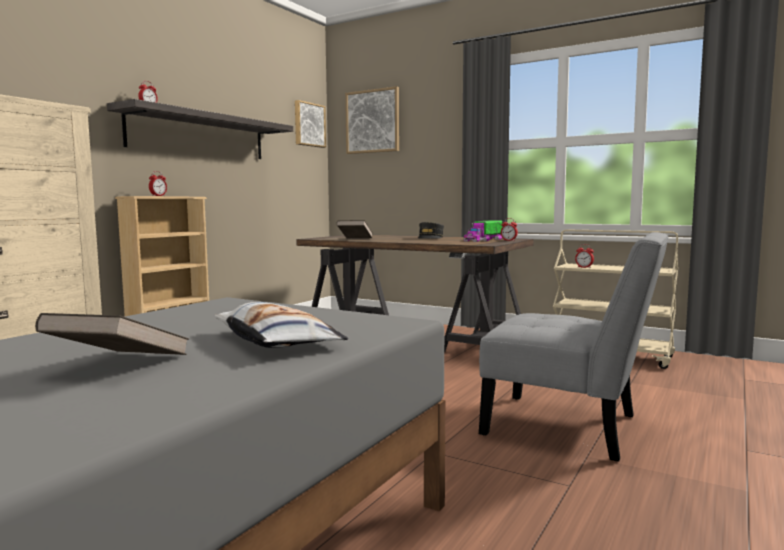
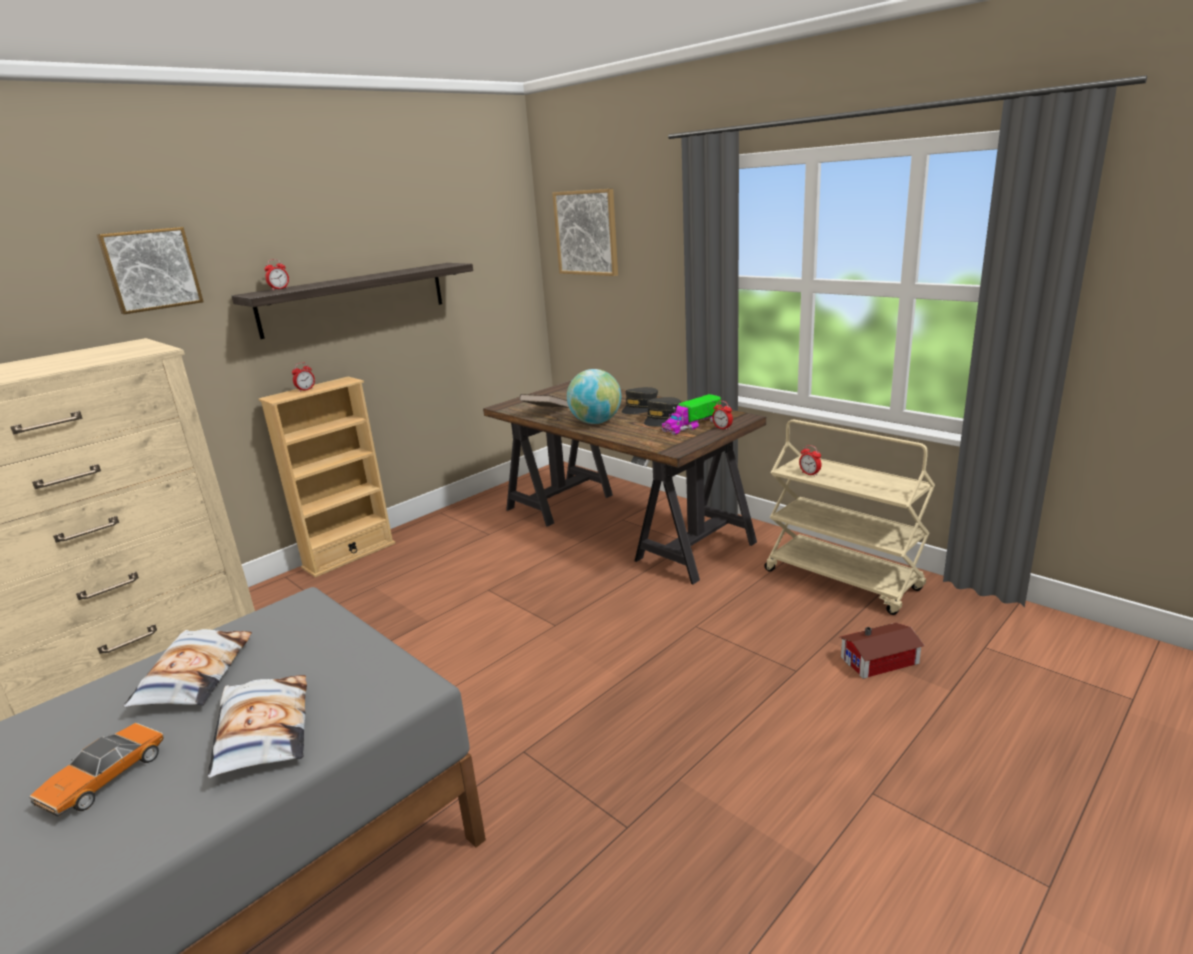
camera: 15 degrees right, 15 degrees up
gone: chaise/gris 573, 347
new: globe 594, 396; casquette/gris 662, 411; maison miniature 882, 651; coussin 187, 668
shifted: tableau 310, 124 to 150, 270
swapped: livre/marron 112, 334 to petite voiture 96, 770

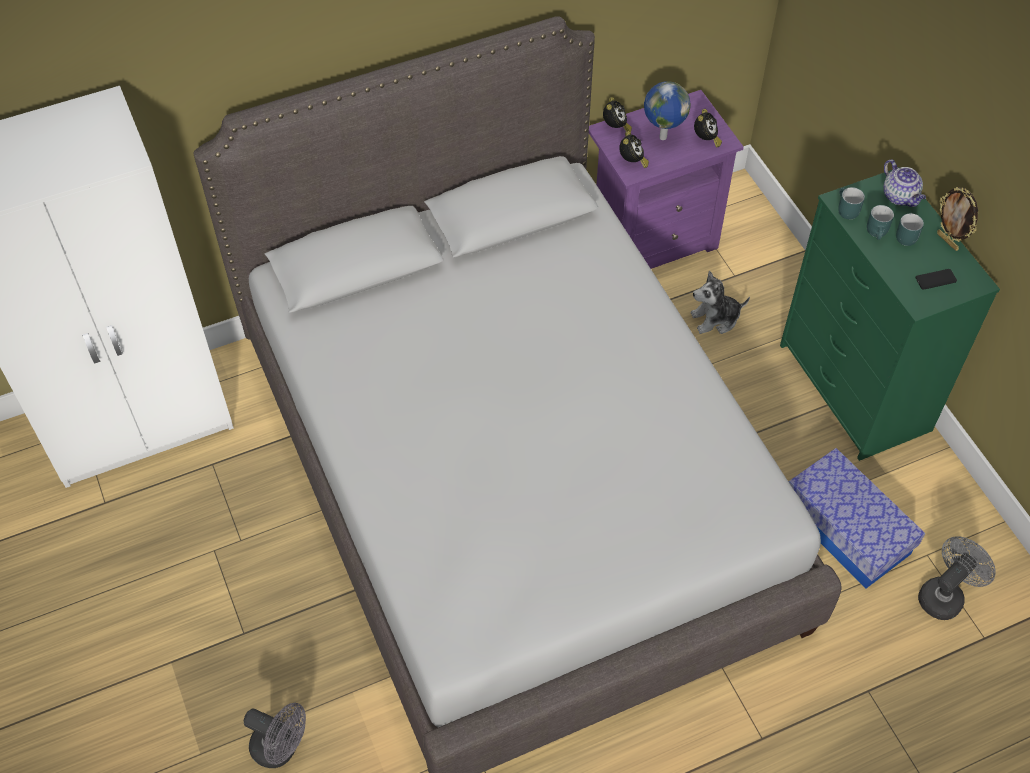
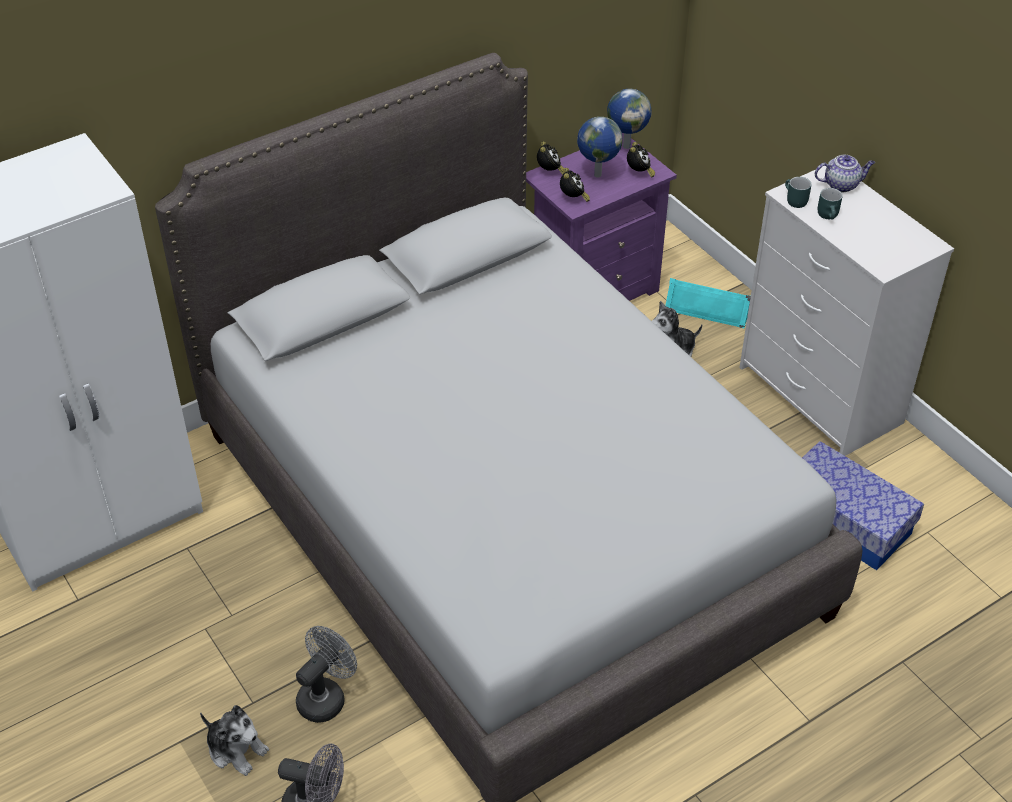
camera: 10 degrees left, 10 degrees down
gone: cadre photo 957, 219; mug/turquoise 910, 229; téléphone 936, 279
new: globe 629, 119; enceinte/turquoise 708, 303; peluche 234, 740
shifted: ventilateur/gris 957, 578 to 326, 674
repainted: commode/vert 890, 314 to commode/blanc 846, 311
rotated: théière 905, 183 = 845, 173 60 degrees counterclockwise

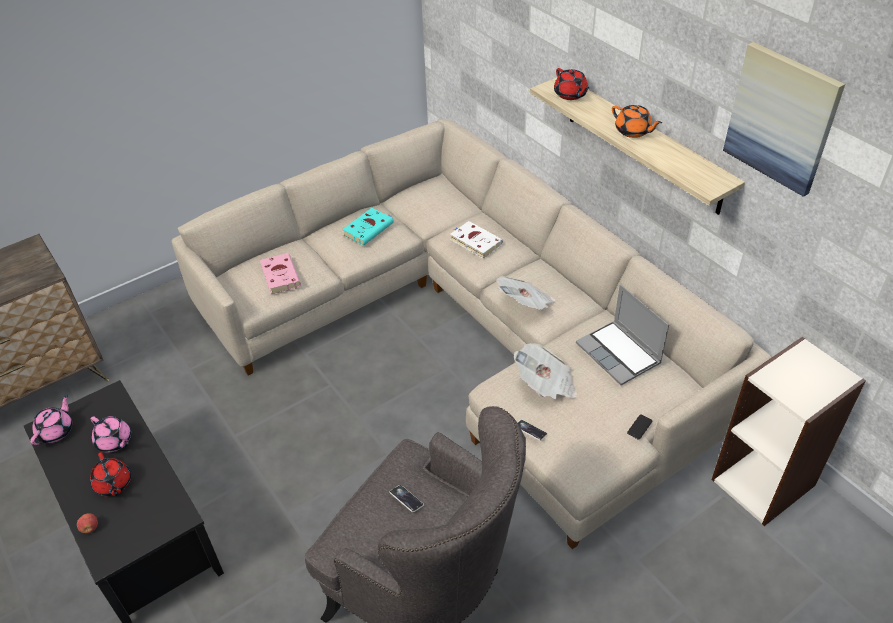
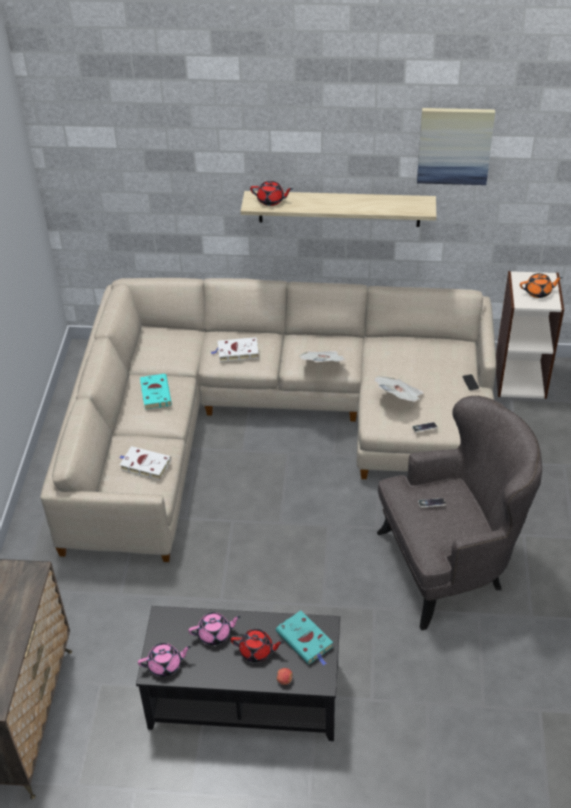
camera: 50 degrees left, 0 degrees up
gone: ordinateur portable 622, 334
new: livre/turquoise 304, 638
shifted: théière/orange 637, 121 to 541, 285
repainted: livre/rose 280, 273 to livre/blanc 145, 463
rotated: théière/rose 51, 420 = 164, 660 105 degrees clockwise

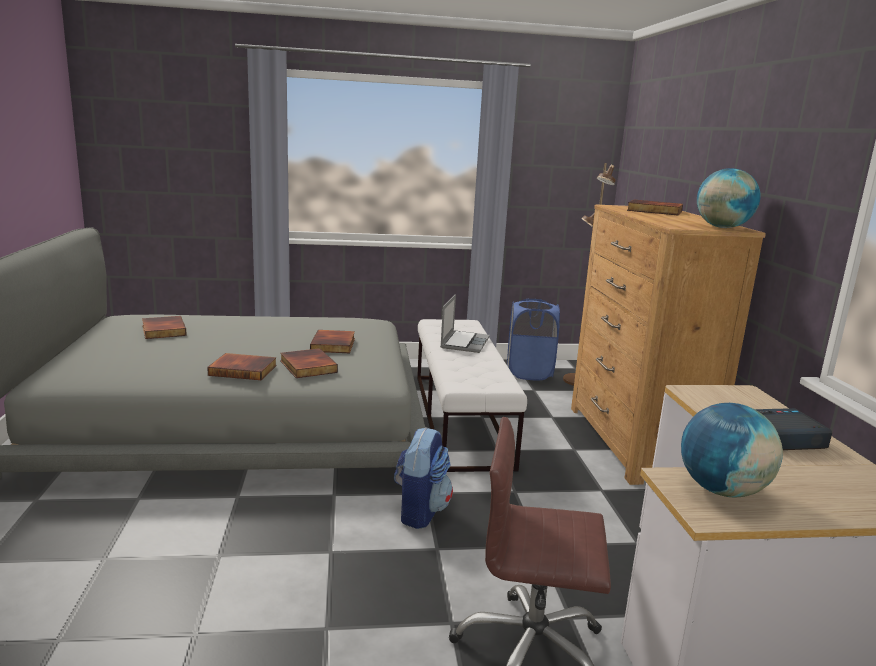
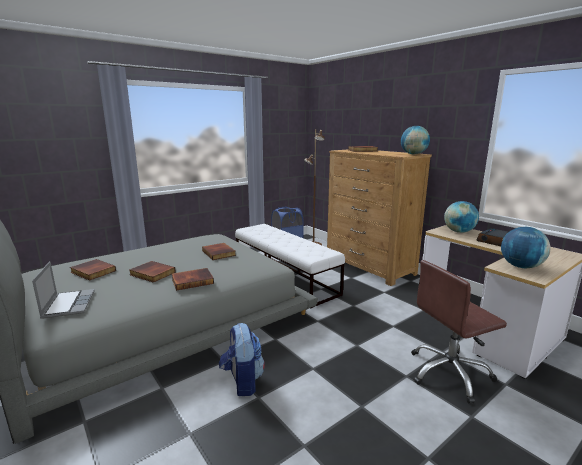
camera: 30 degrees left, 0 degrees up
new: globe 461, 217
shifted: ordinateur portable 465, 323 to 63, 290; livre 309, 363 to 152, 271; sac à dos 423, 478 to 242, 359

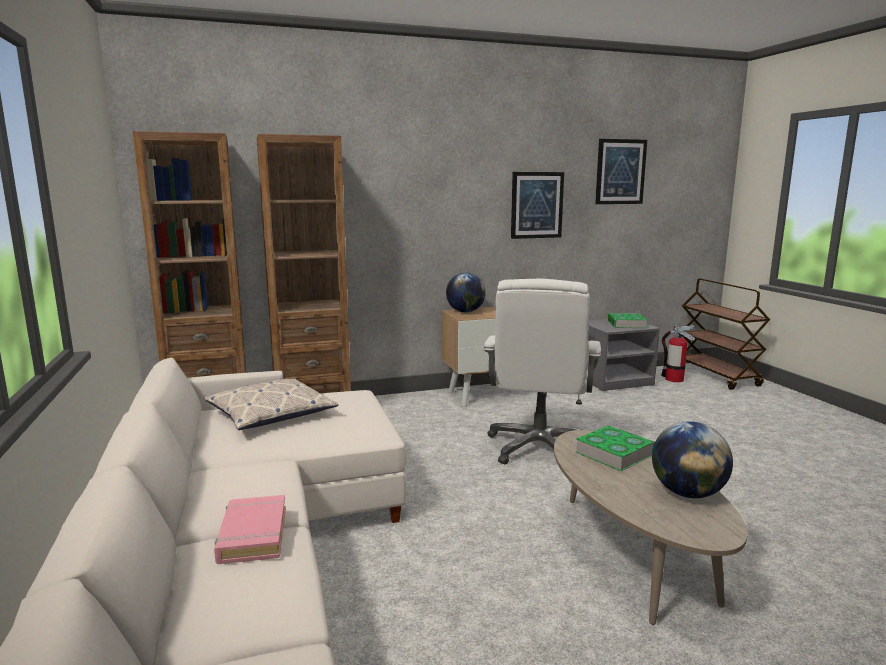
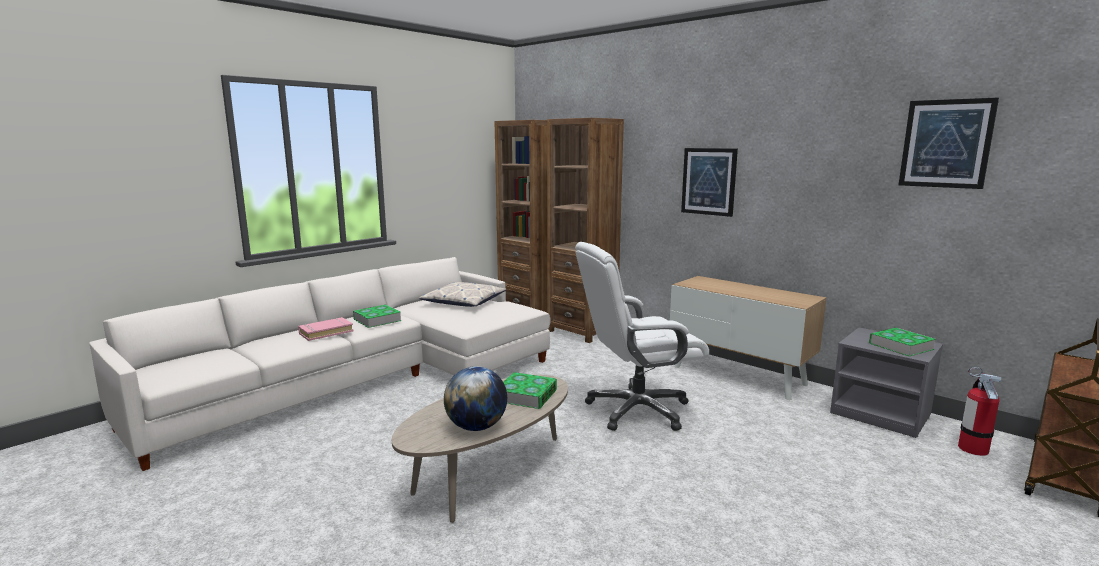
camera: 60 degrees right, 0 degrees up
gone: globe 466, 292
new: livre 377, 316
shifted: tableau 537, 205 to 709, 182

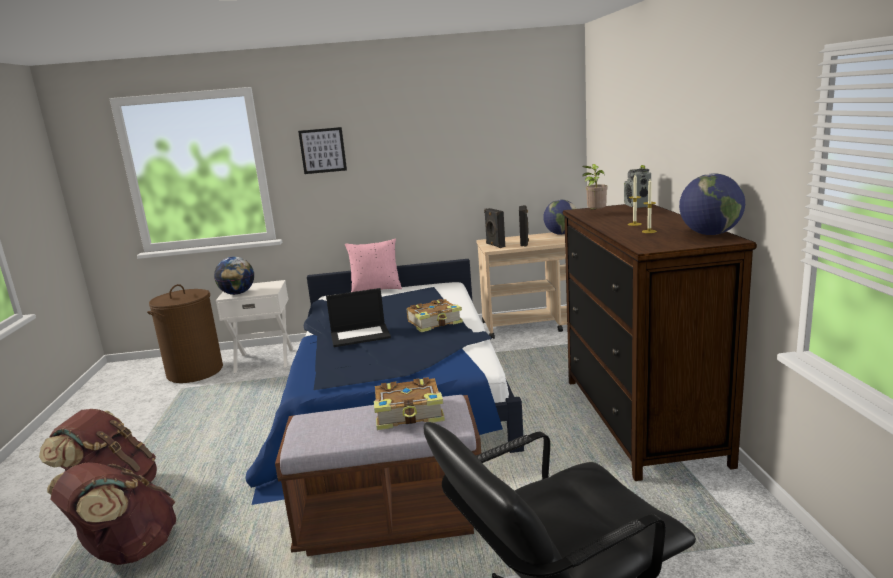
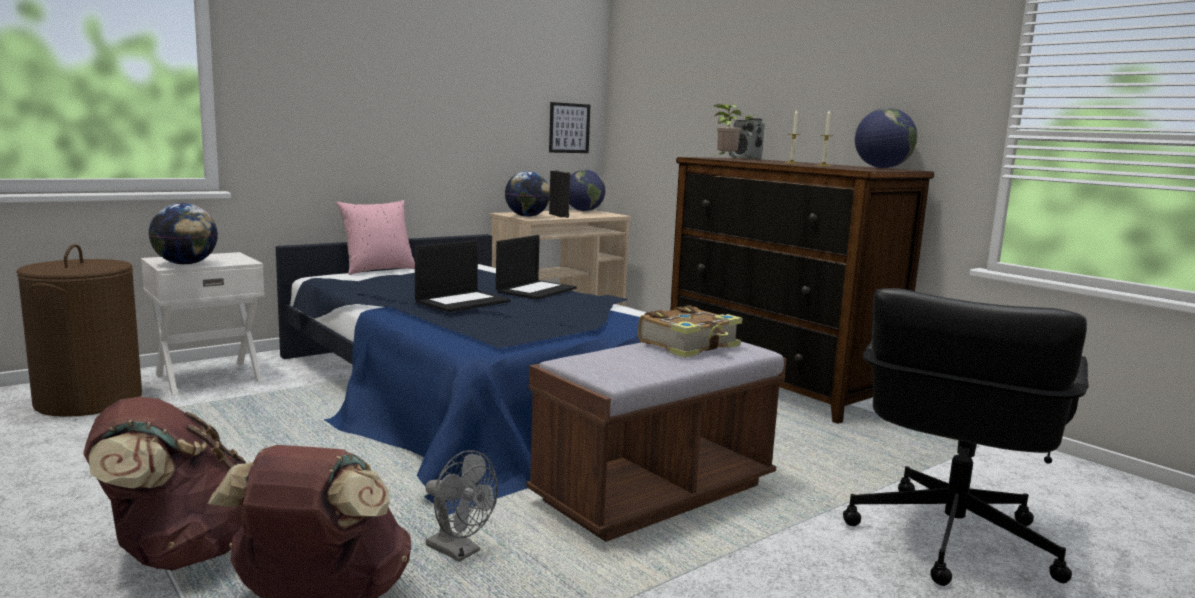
camera: 35 degrees left, 5 degrees down
new: ventilateur/gris 461, 506
shifted: tableau 322, 150 to 569, 127
swapped: enceinte/noir 494, 228 to globe 528, 194; livre 435, 315 to ordinateur portable 536, 267

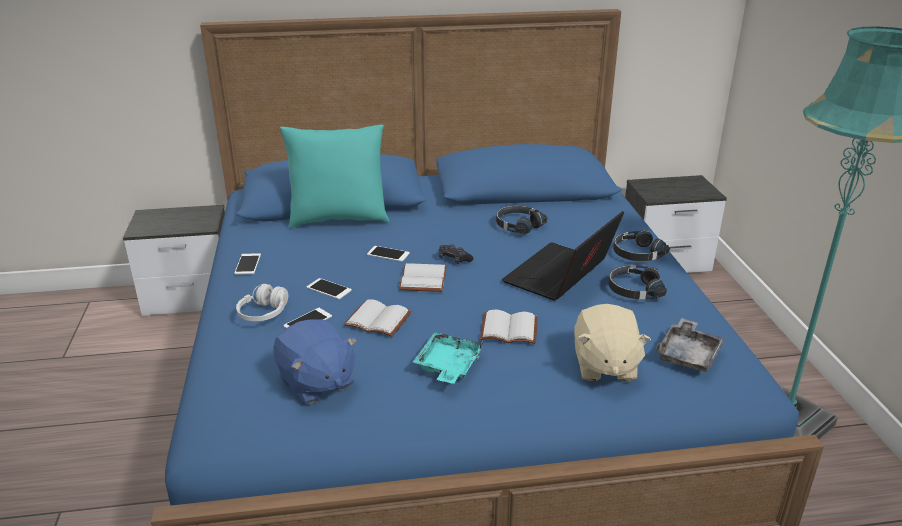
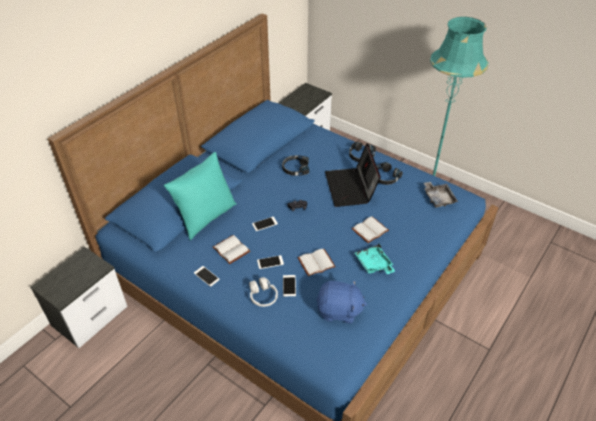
camera: 45 degrees left, 15 degrees up
gone: peluche/beige 612, 343
shifted: livre/blanc 423, 277 to 231, 249

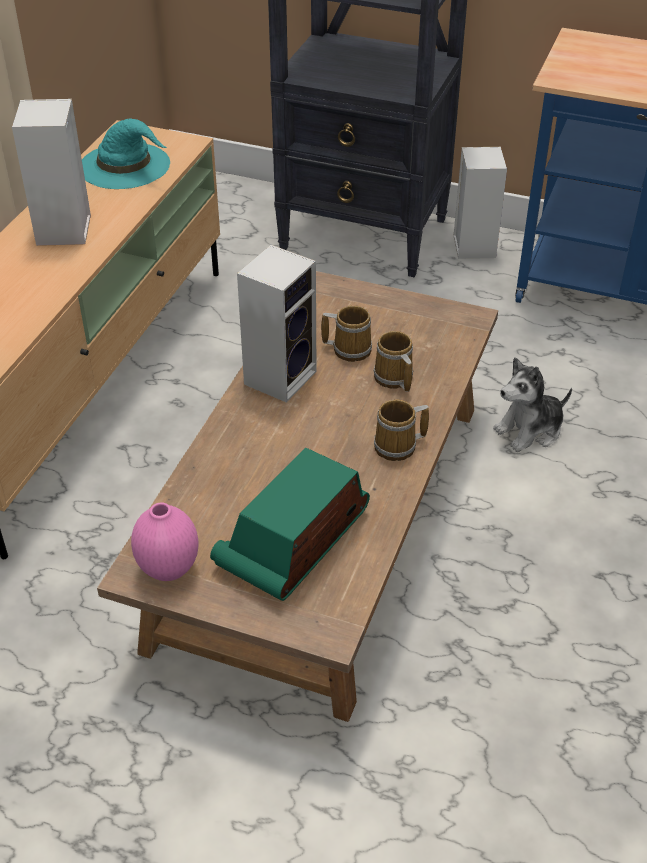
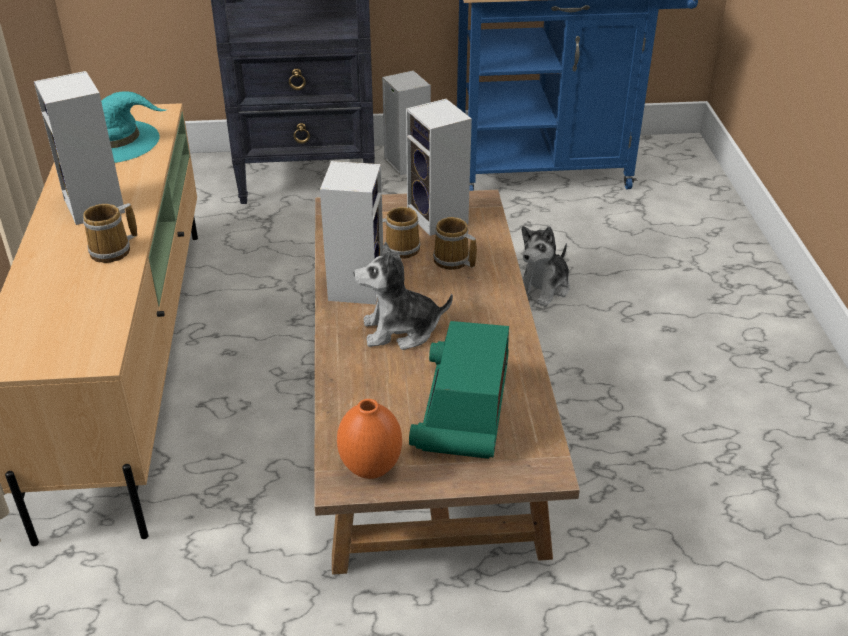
camera: 25 degrees left, 5 degrees down
new: enceinte 439, 167; peluche 403, 296
shifted: mug 401, 430 to 110, 233
repainted: vase/rose 165, 541 to vase/orange 369, 439

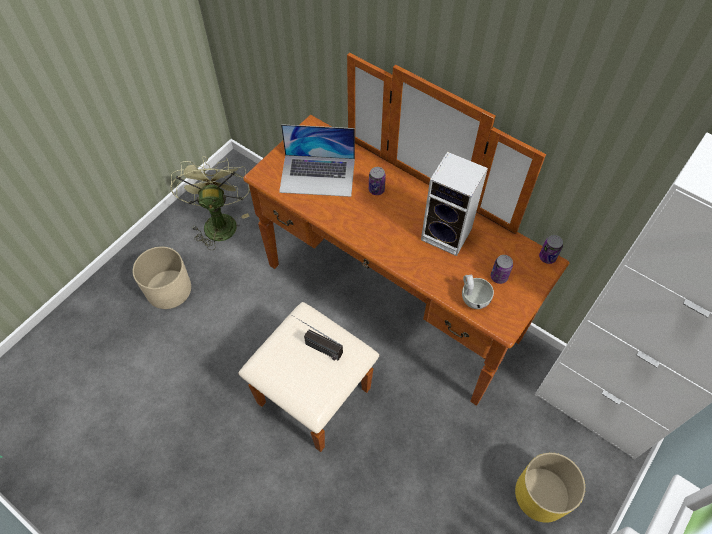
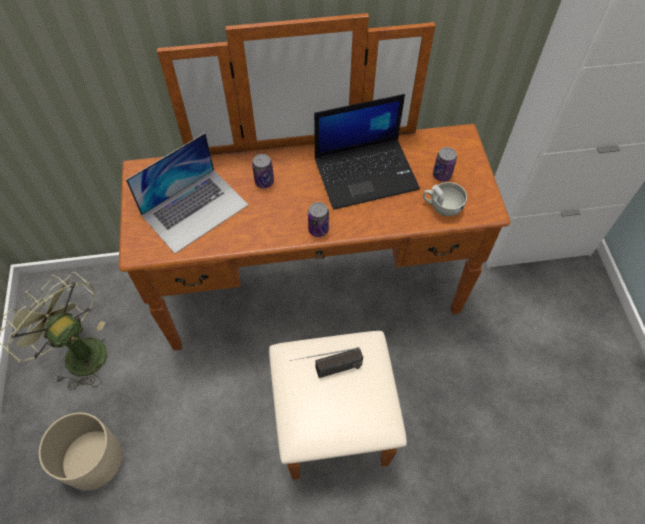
camera: 45 degrees left, 0 degrees up
gone: cache-pot/jaune 550, 488
shifted: boîte métallique 551, 249 to 318, 219
swapped: enceinte 454, 204 to ordinateur portable 367, 152

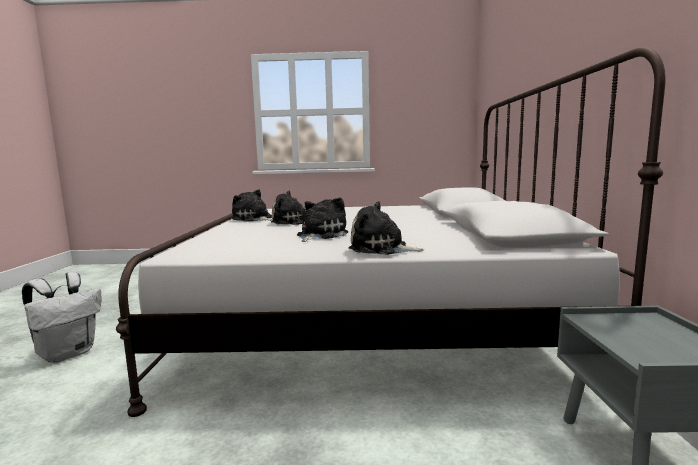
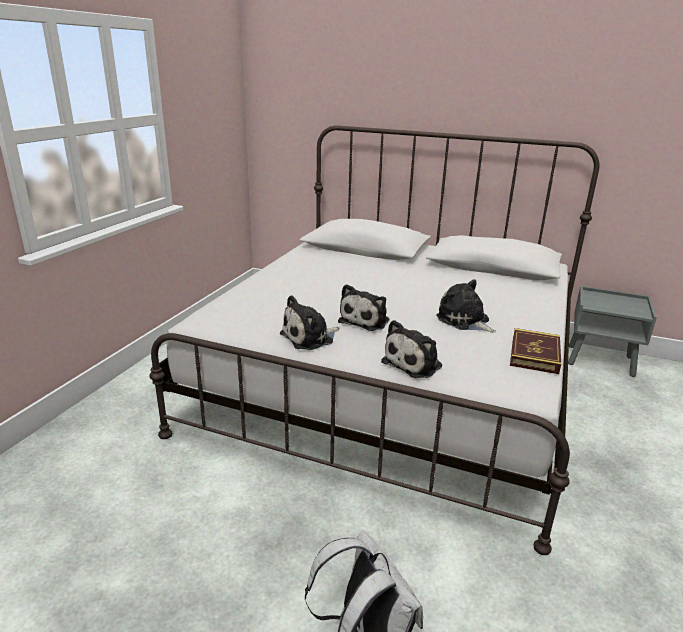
camera: 70 degrees left, 15 degrees up
new: livre 535, 351
shifted: peluche 386, 228 to 411, 349

